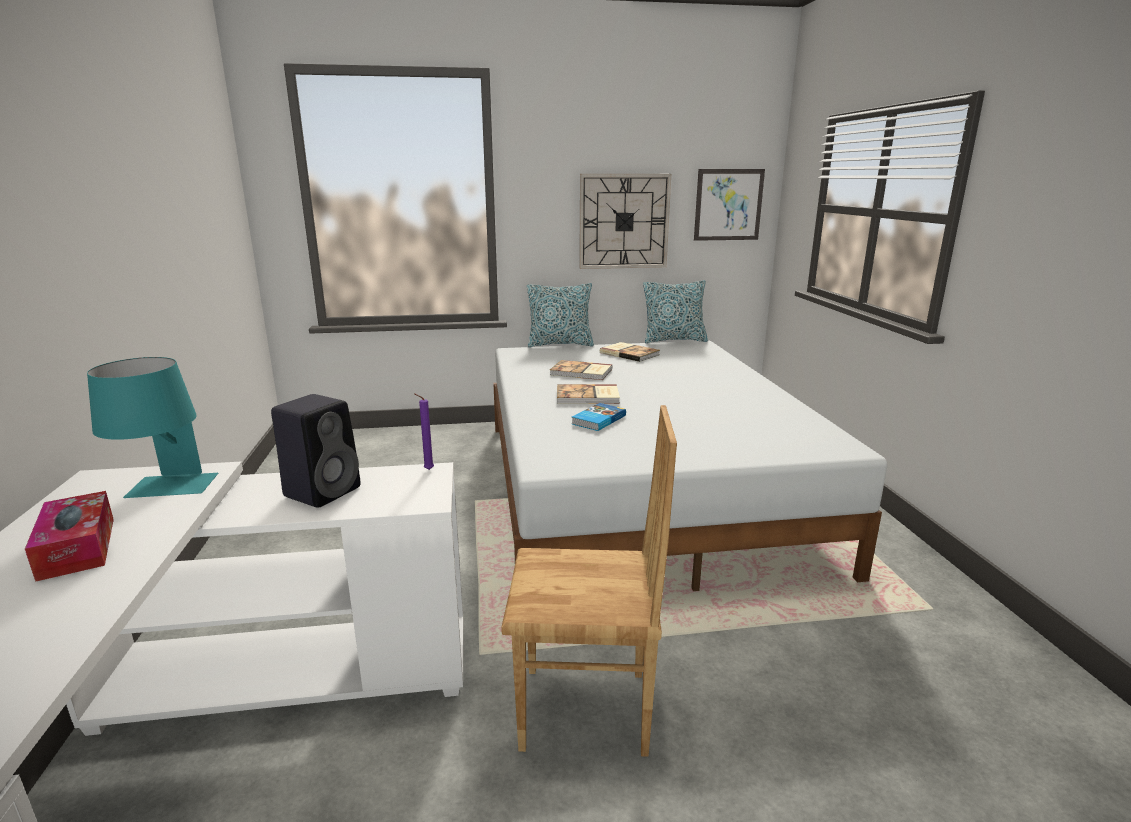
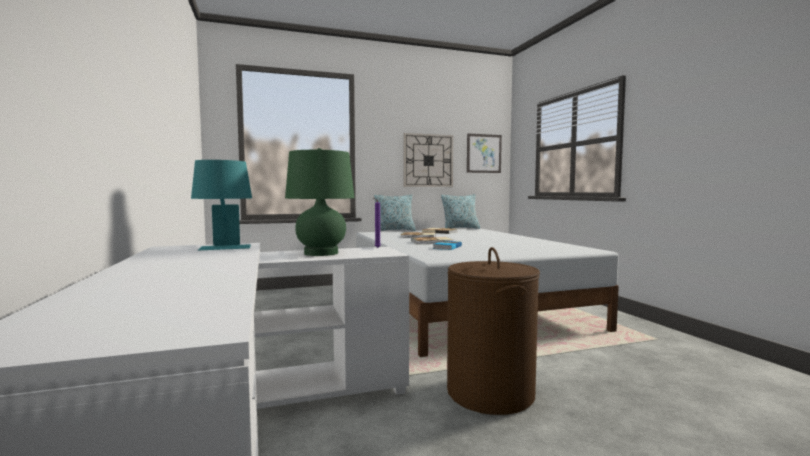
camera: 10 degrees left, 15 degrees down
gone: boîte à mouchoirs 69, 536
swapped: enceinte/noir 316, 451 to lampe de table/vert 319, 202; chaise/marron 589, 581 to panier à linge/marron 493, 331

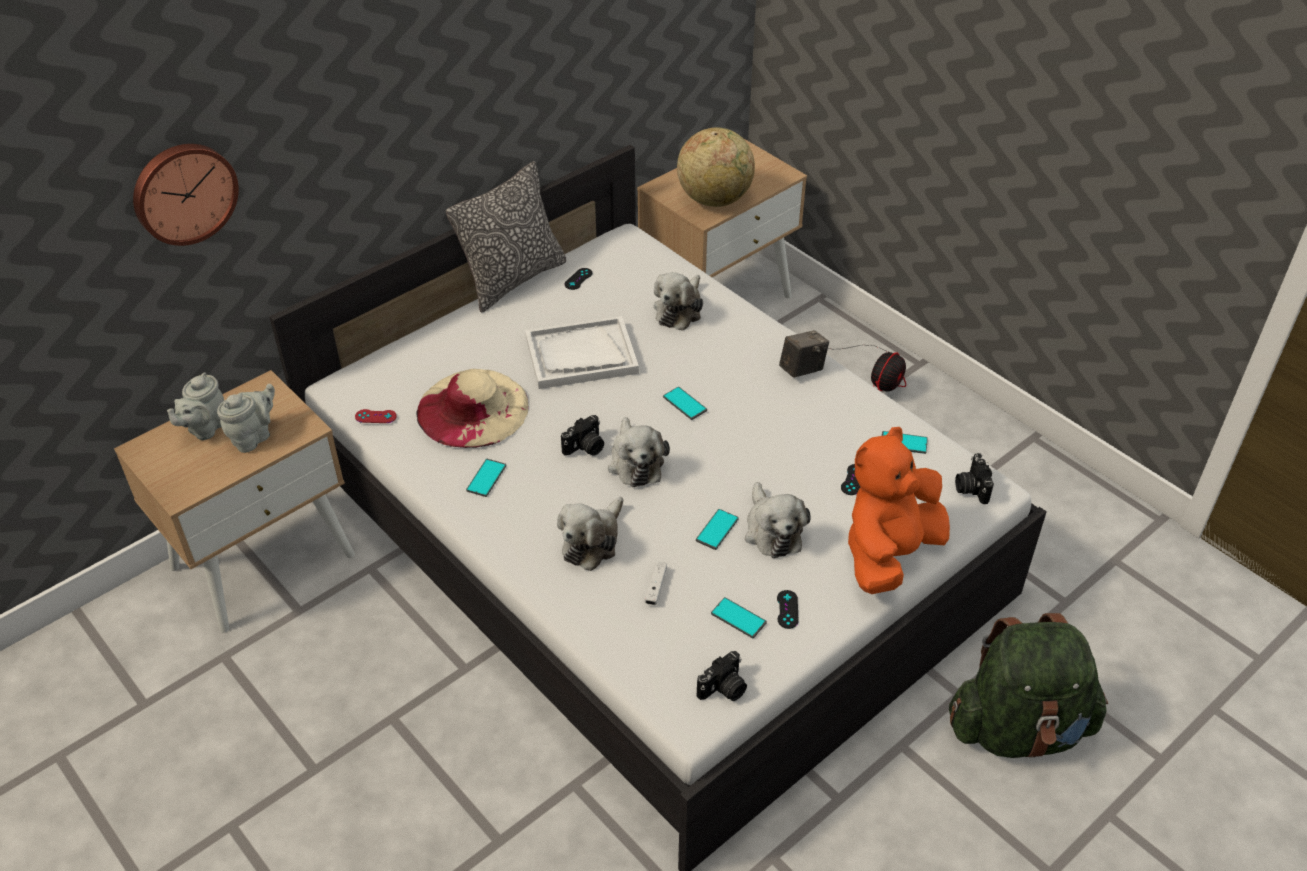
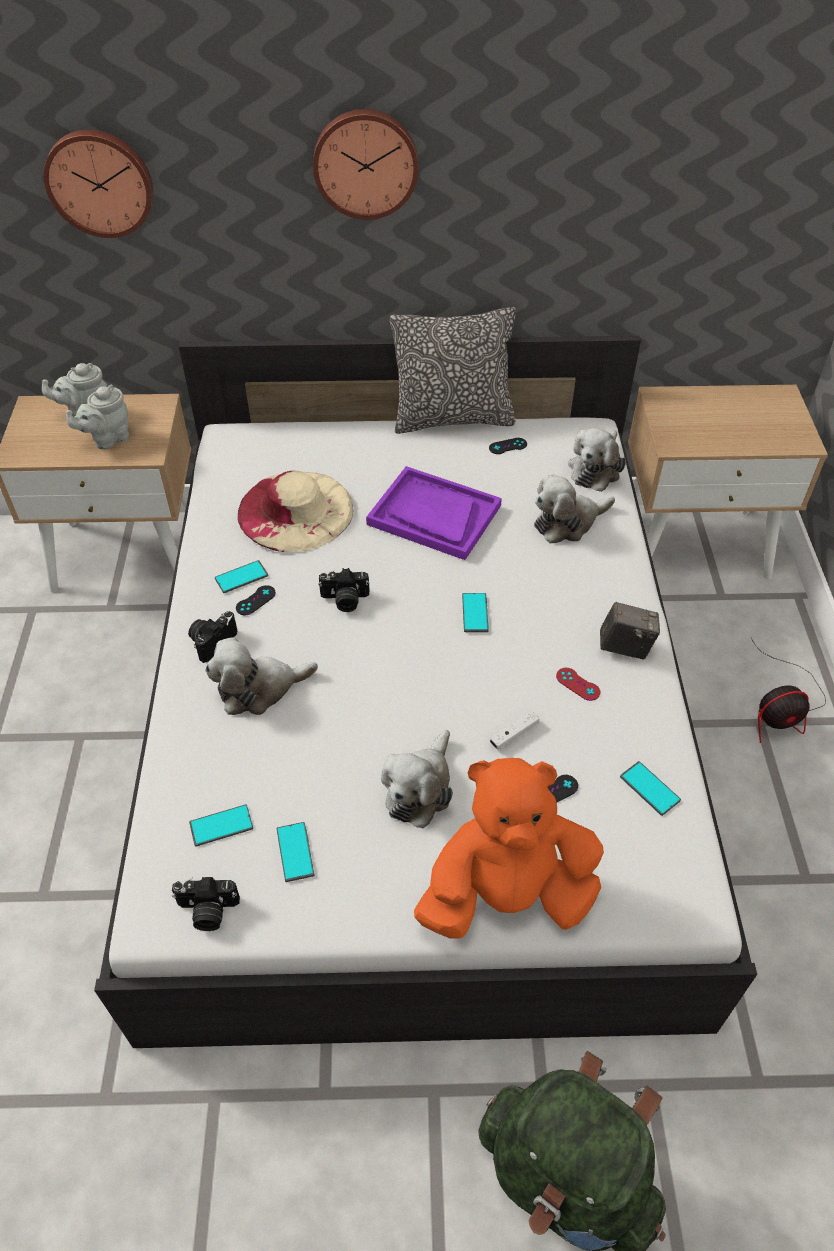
camera: 40 degrees right, 5 degrees up
gone: globe 716, 167
new: horloge murale 366, 164
shifted: manette/rouge 376, 416 to 578, 684; peluche 639, 452 to 597, 460; appareil photo 974, 478 to 212, 637; téléphone 717, 529 to 221, 825; manette/blanc 656, 583 to 514, 730; manette/noir 788, 609 to 256, 600
repainted: plateau/blanc 582, 352 to plateau/violet 434, 513
rotated: théière/gris 246, 418 = 97, 417 150 degrees clockwise

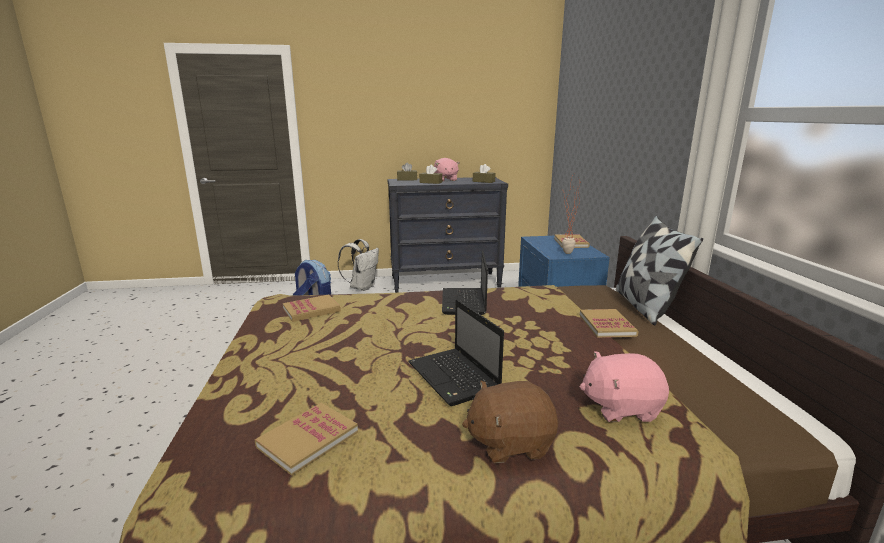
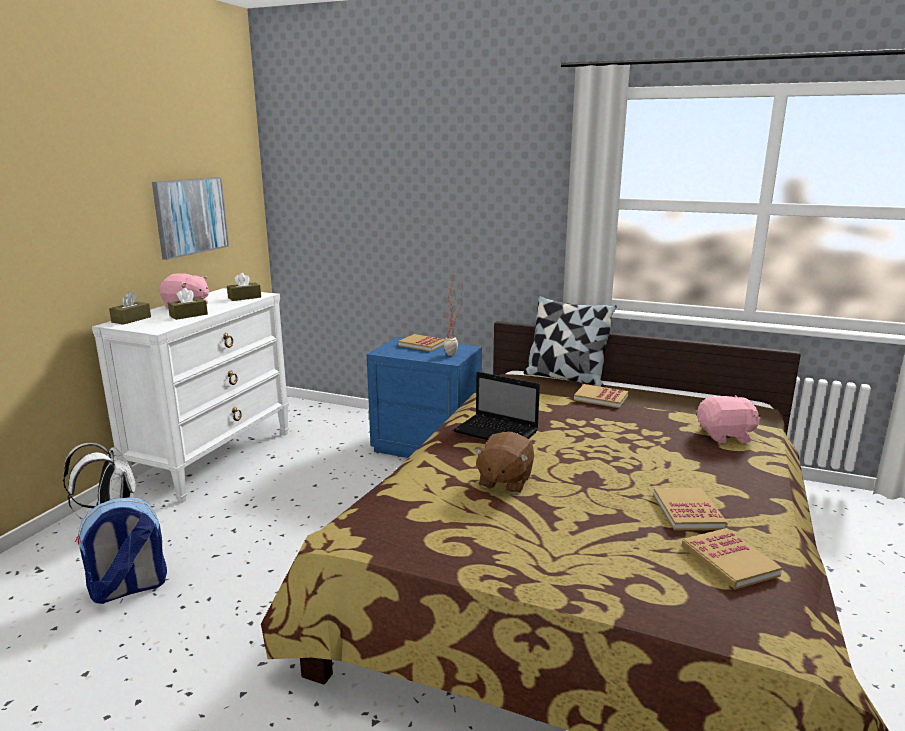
camera: 60 degrees left, 0 degrees up
gone: ordinateur portable 456, 352
new: tableau 190, 218
shifted: livre 312, 308 to 690, 509; peluche/marron 510, 422 to 504, 463
repainted: commode/noir 448, 235 to commode/blanc 190, 395
rotated: peluche/rose 624, 386 = 729, 419 120 degrees counterclockwise

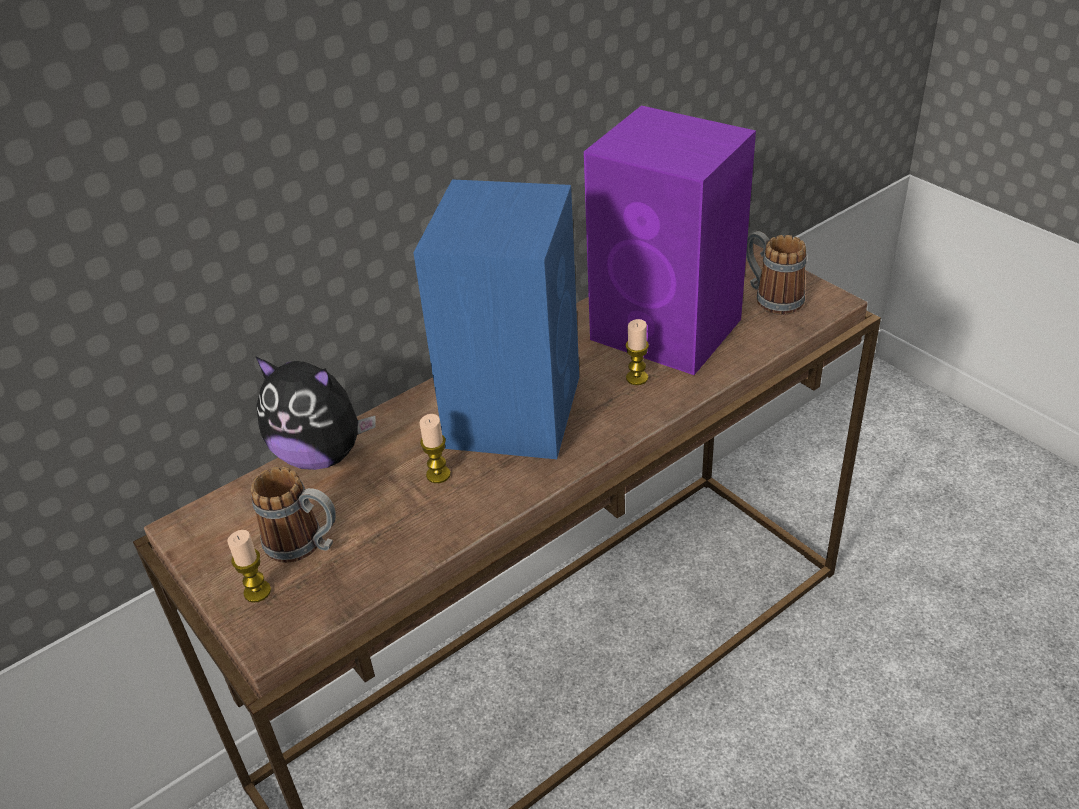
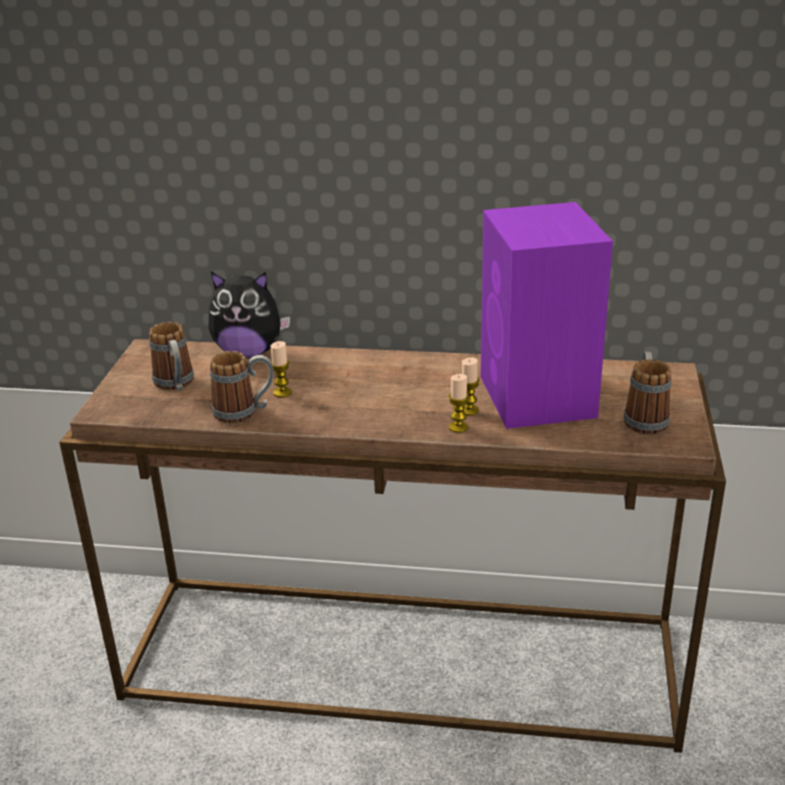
camera: 45 degrees right, 10 degrees down
gone: enceinte/bleu 496, 319
new: mug 241, 387
shifted: bougie 249, 566 to 459, 403
rotated: peluche 315, 413 = 249, 315 60 degrees counterclockwise

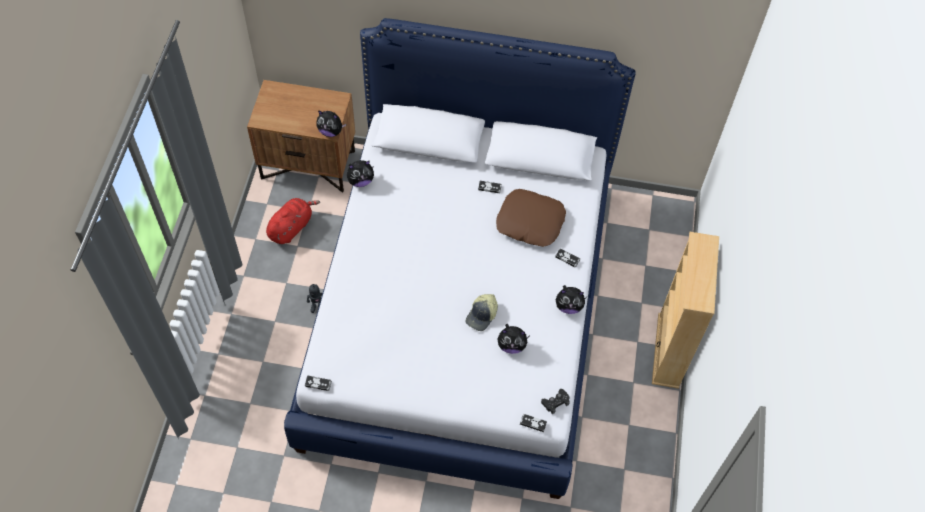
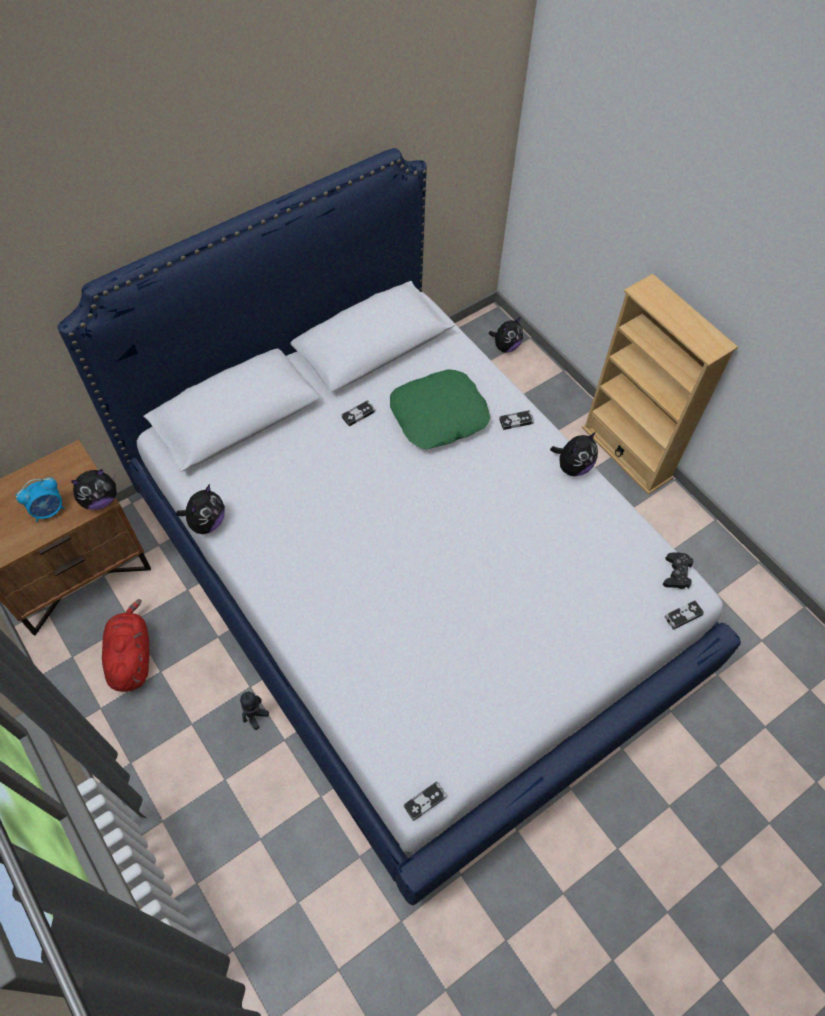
camera: 45 degrees left, 0 degrees up
gone: casquette 481, 312
new: réveil 40, 499
shifted: peluche 513, 339 to 506, 335
repainted: coussin/marron 531, 218 to coussin/vert 440, 409

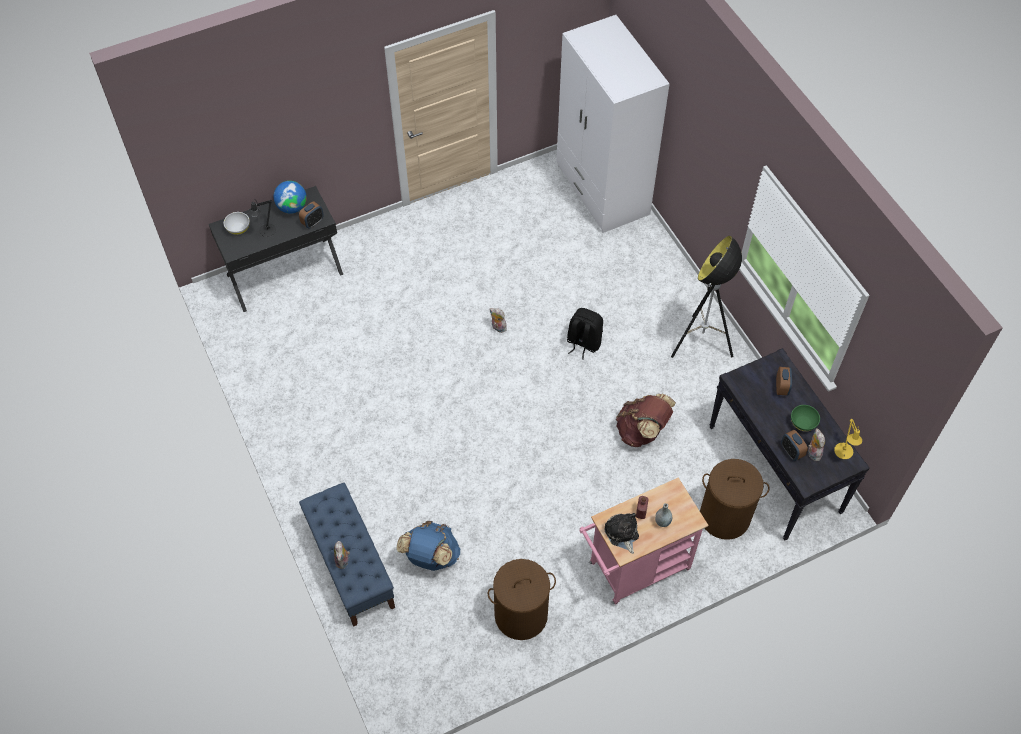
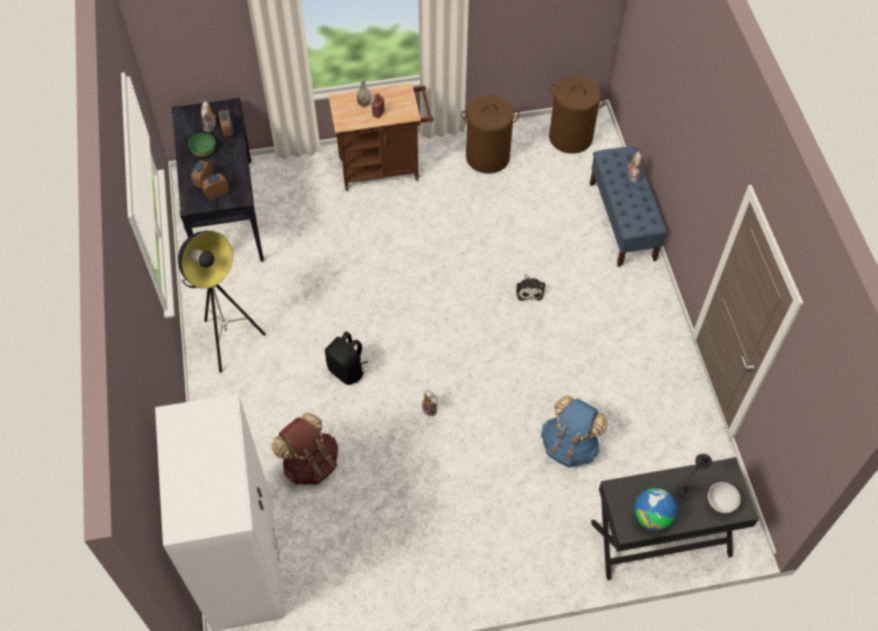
camera: 165 degrees left, 0 degrees up
gone: lampe de table/jaune 848, 439
shifted: réveil 311, 215 to 215, 186; sac à dos/marron 646, 420 to 304, 449; panier à linge/marron 735, 499 to 577, 115; peluche 621, 533 to 530, 287; sac à dos/bleu 428, 546 to 574, 431
repainted: chariot/rose 643, 541 to chariot/marron 381, 137

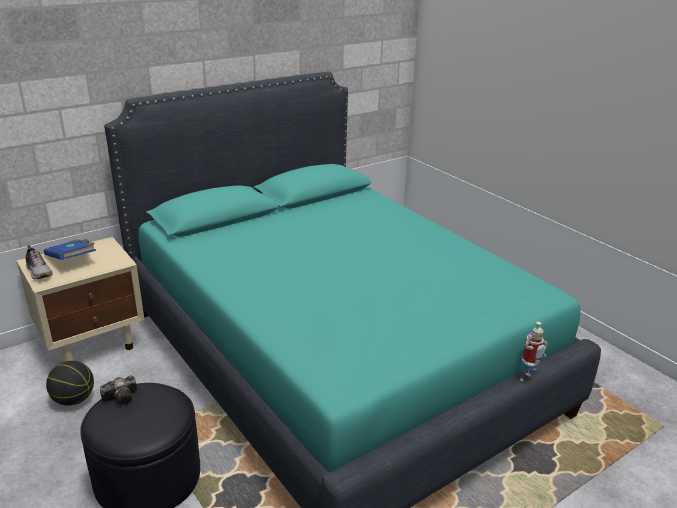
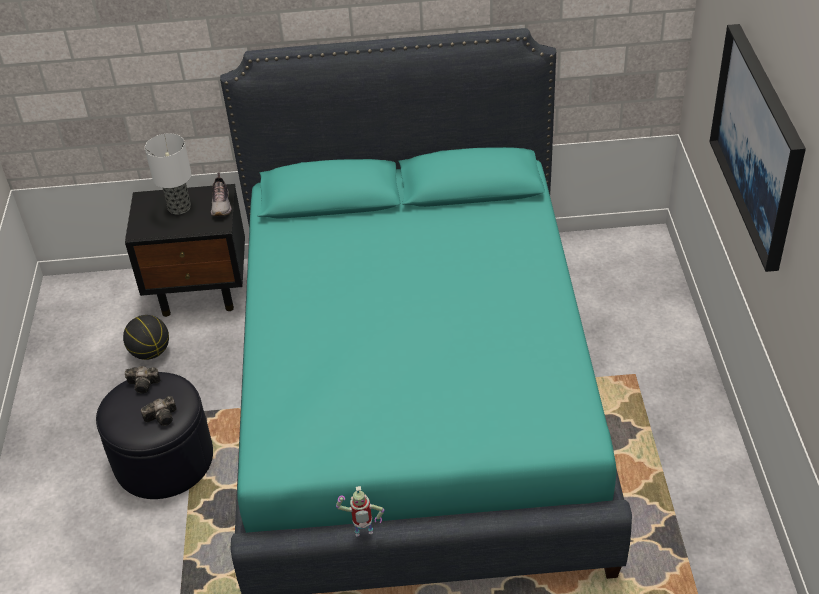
camera: 35 degrees right, 15 degrees up
new: tableau 757, 148; appareil photo 159, 411
shifted: chaussure 39, 262 to 221, 194; robot jouet 534, 351 to 360, 511
swapped: livre/bleu 70, 249 to lampe de table 168, 174
repainted: table de chevet/beige 80, 299 to table de chevet/noir 185, 250

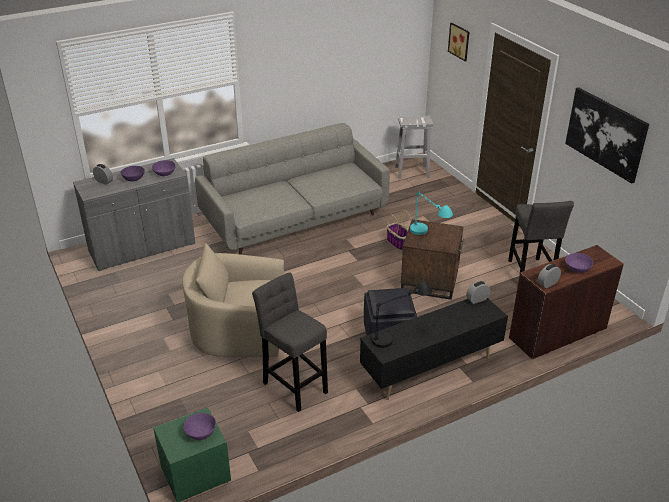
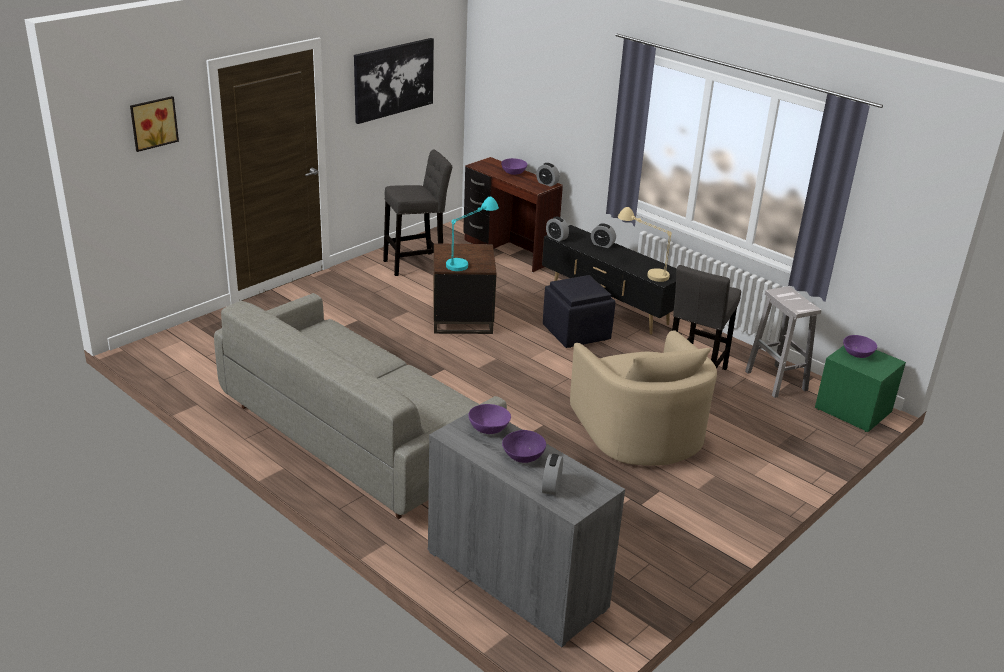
camera: 110 degrees left, 5 degrees down
gone: panier 399, 230
new: réveil 603, 235
shifted: tabouret/blanc 414, 147 to 783, 342
repainted: lampe de table/noir 402, 314 to lampe de table/beige 645, 244

